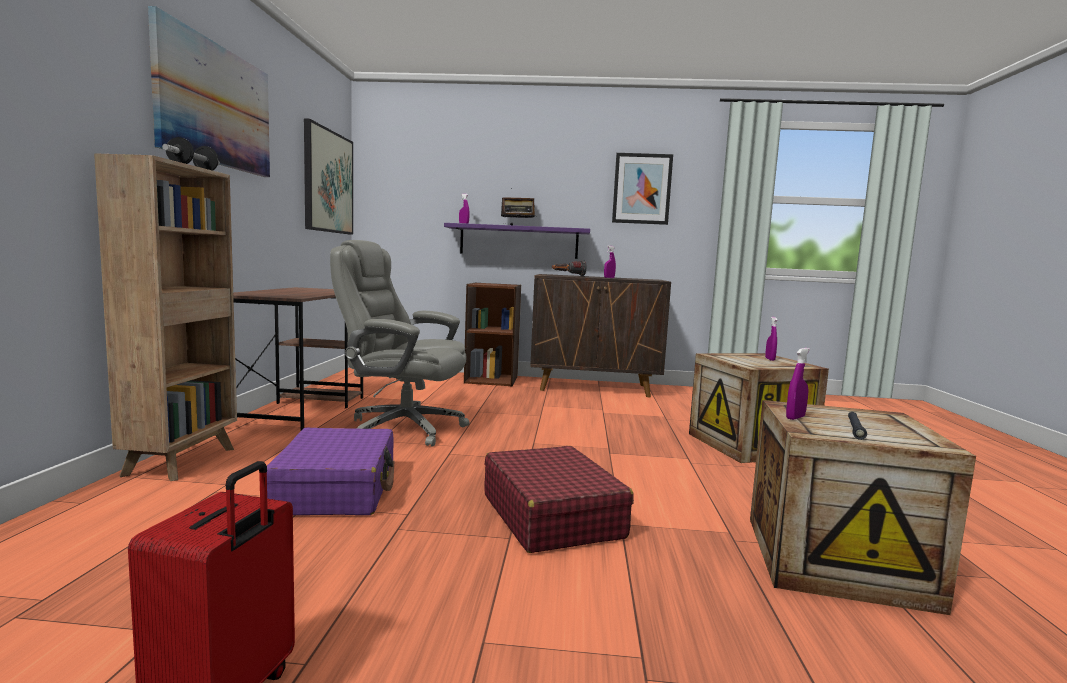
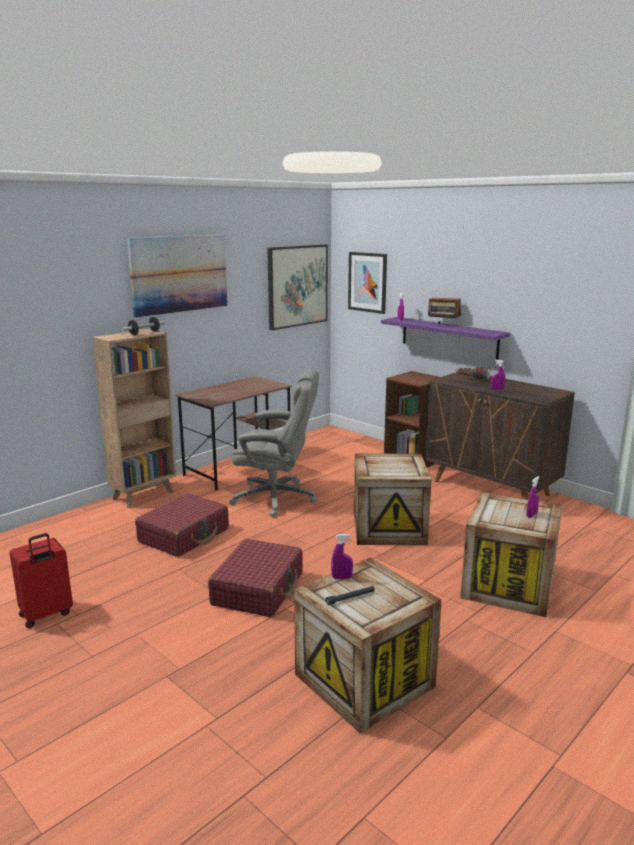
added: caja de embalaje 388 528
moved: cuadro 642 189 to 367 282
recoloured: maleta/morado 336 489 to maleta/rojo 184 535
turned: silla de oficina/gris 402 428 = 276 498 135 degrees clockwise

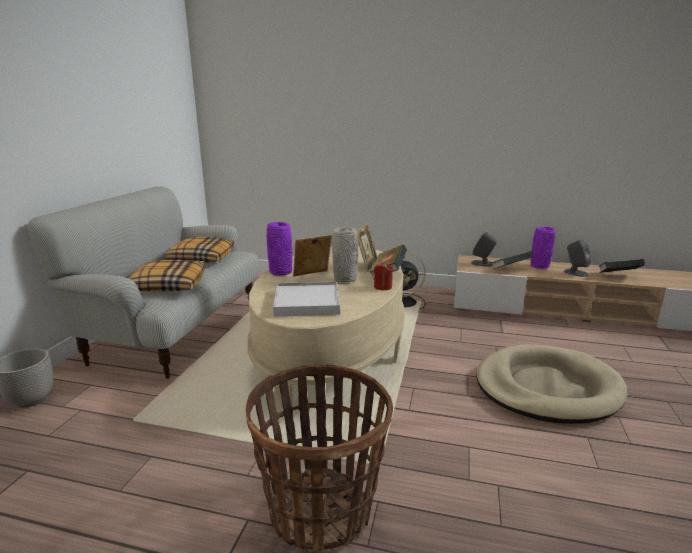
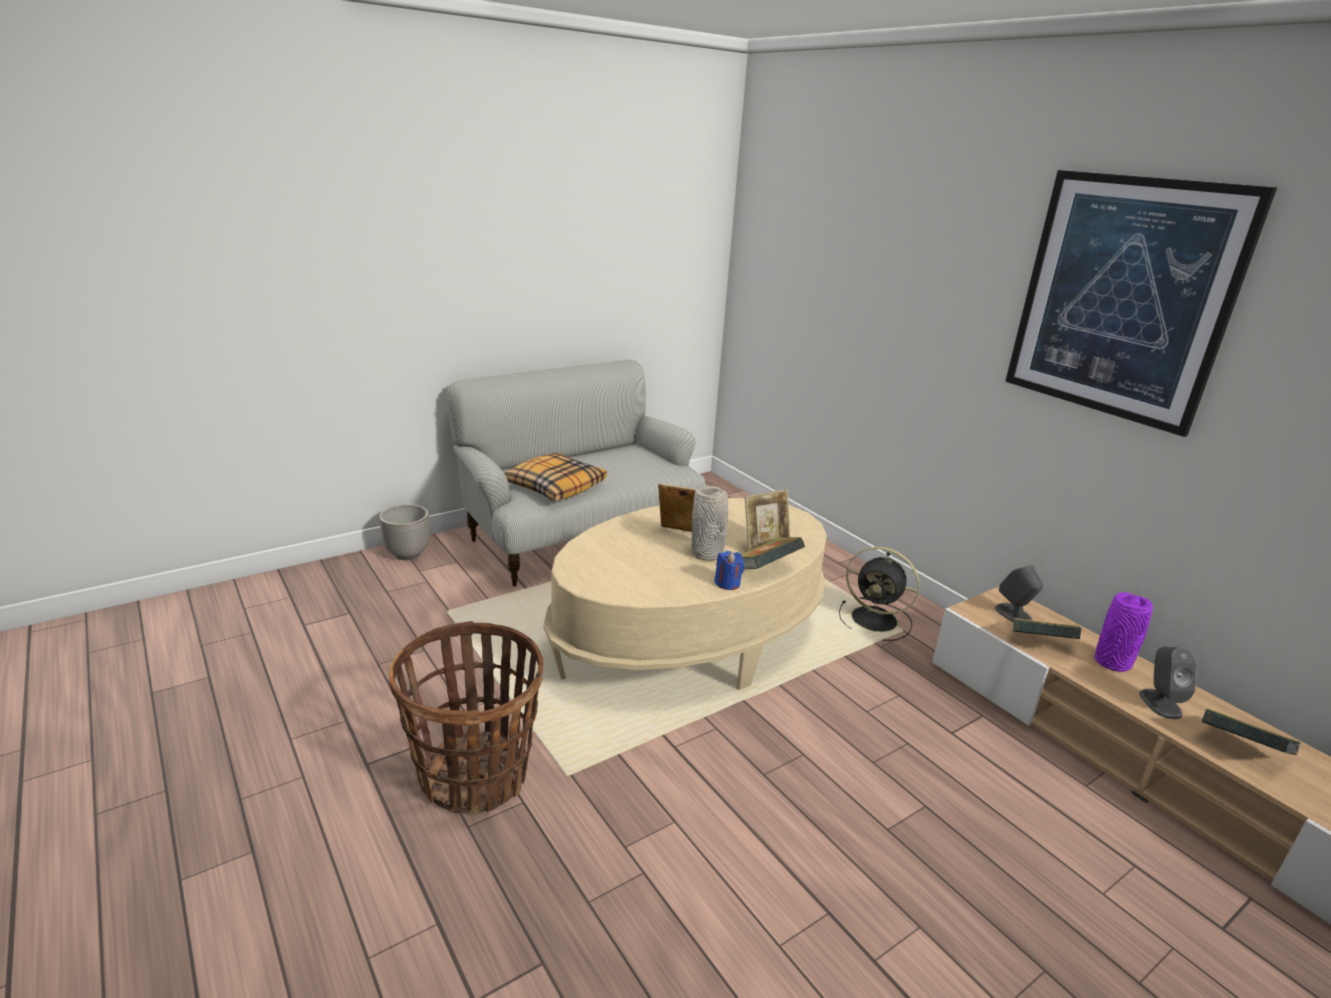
removed: cojín 201 258; florero/morado 281 272; bandeja/blanco 307 302; cama para perro/beis 546 388
added: cuadro 1122 298
recoloured: vela/rojo 383 287 to vela/azul 727 583

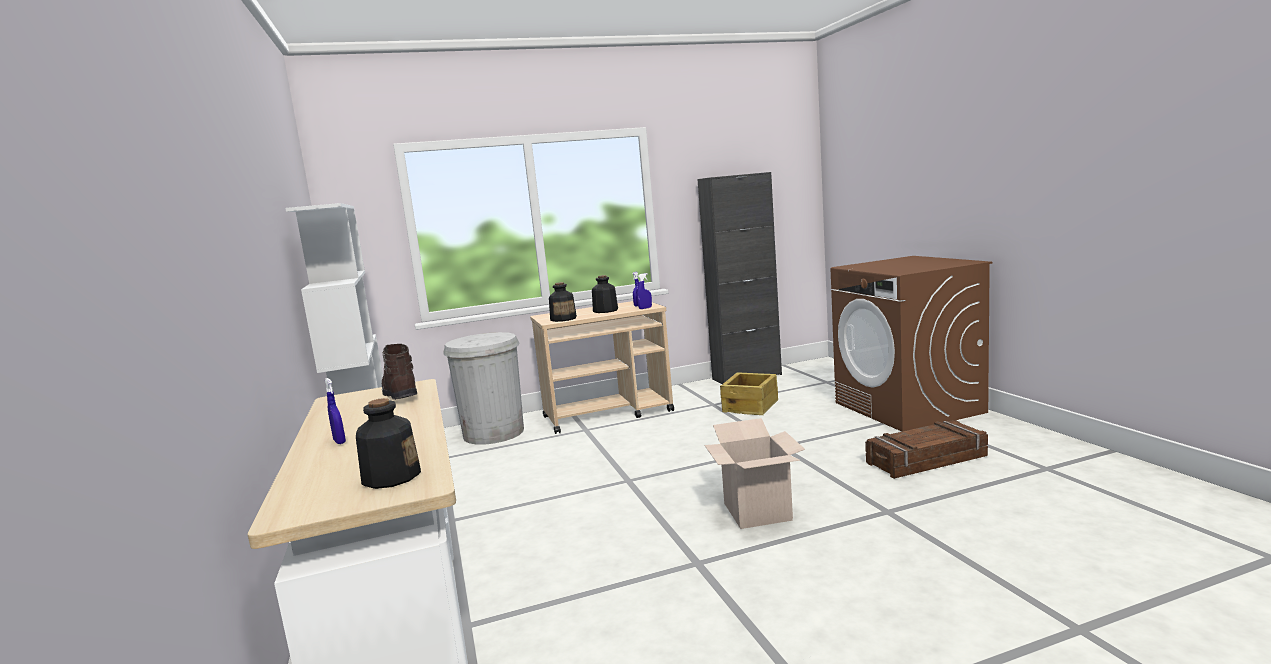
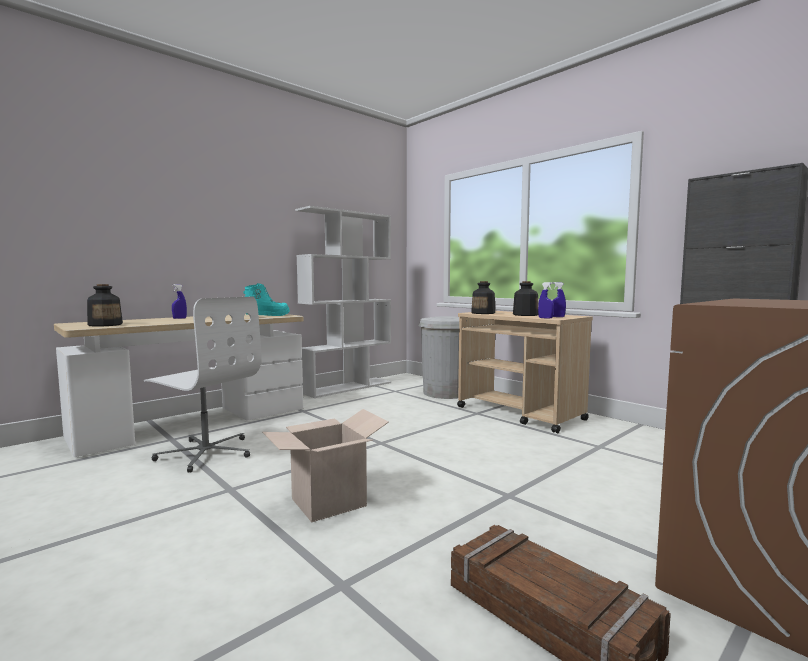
removed: caja de embalaje 751 406
added: silla de oficina/blanco 206 453
recoloured: bota/marrón 400 394 to bota/turquesa 267 316

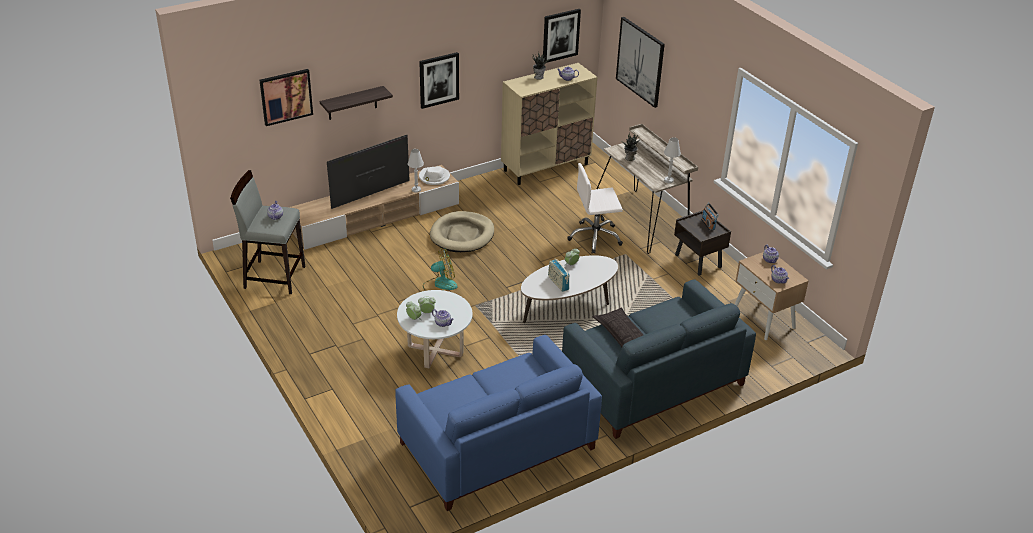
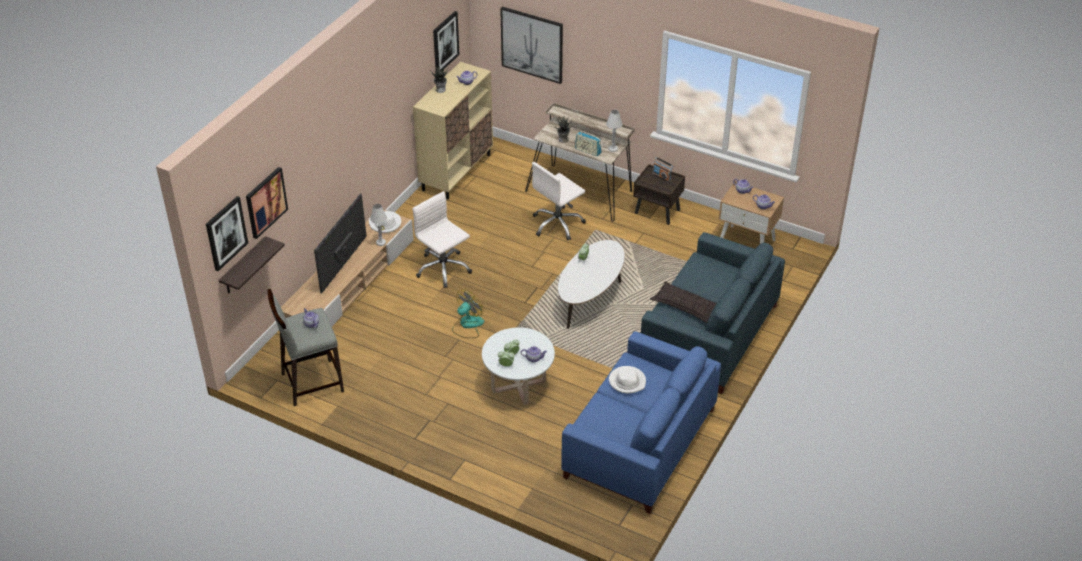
added: sombrero/blanco 627 381
moved: estante 352 103 to 243 267; cuadro 439 80 to 226 233; radio 558 283 to 588 151
replaced: cama para perro/beis 462 235 to silla de oficina/blanco 443 269

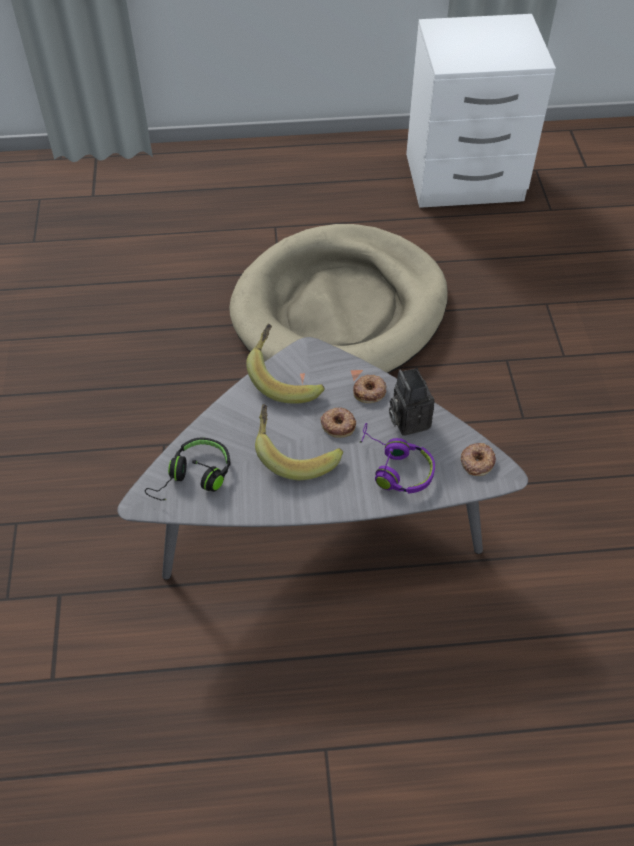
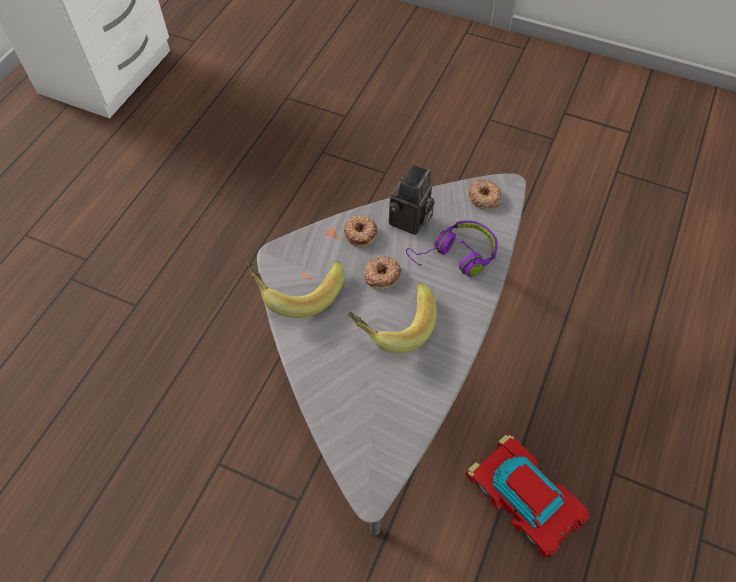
removed: auriculares/negro 193 478; cama para perro/beis 340 310
added: coche de juguete 523 498
turned: cámara 407 420 = 410 221 75 degrees counterclockwise

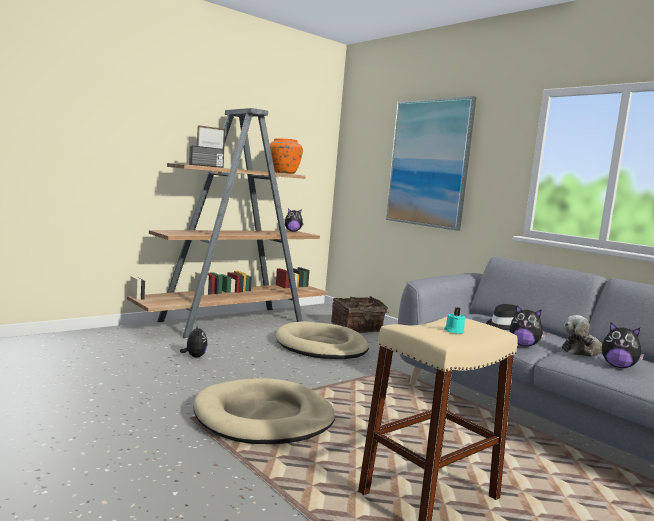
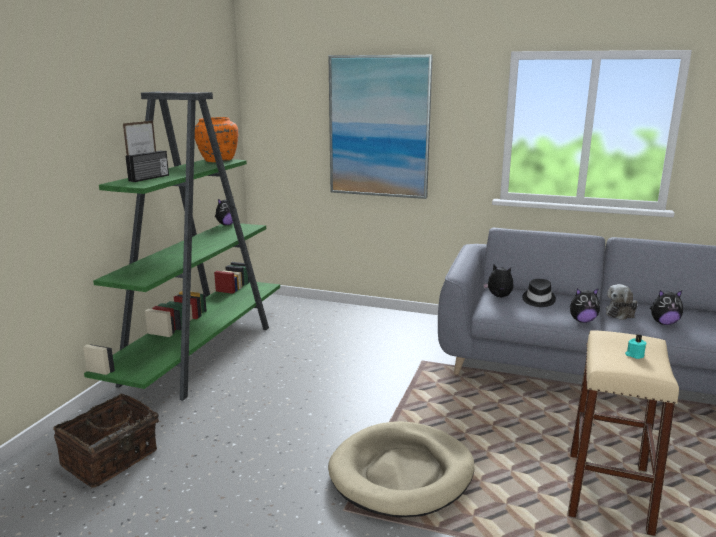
removed: cama para perro/beis 321 346
moved: peluche 194 356 to 498 297; cesta 357 328 to 112 459
recoloured: estantería/marrón 234 322 to estantería/verde 201 353

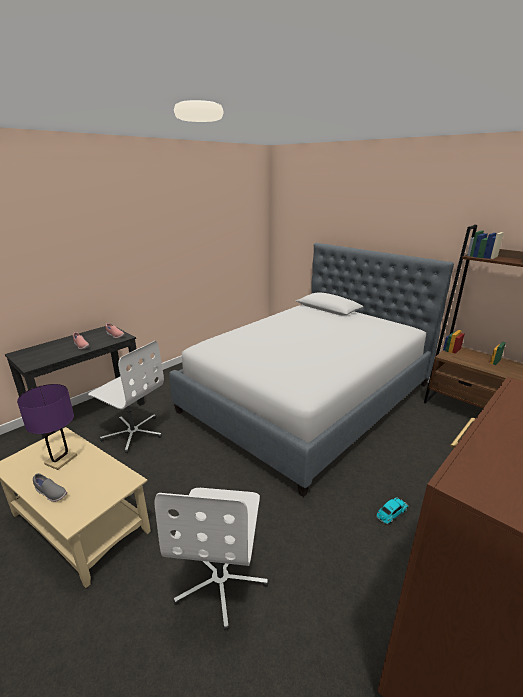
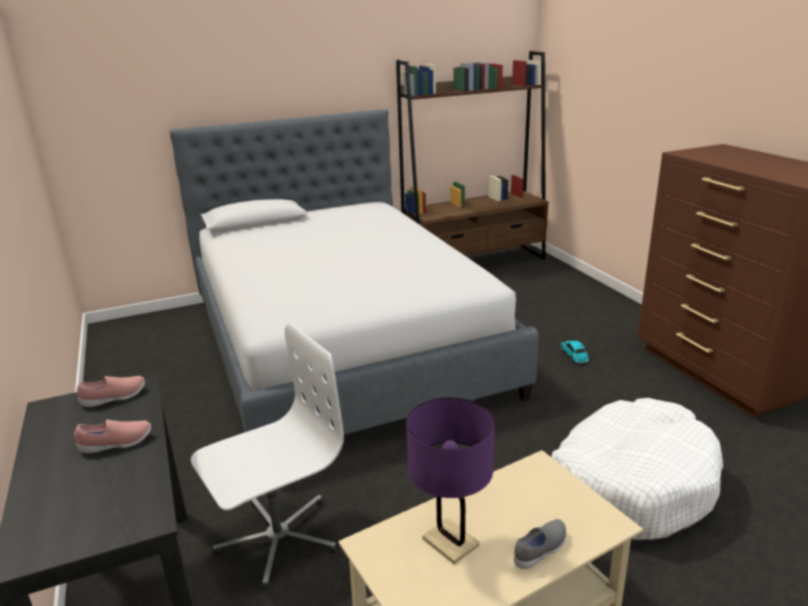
replaced: silla de oficina/blanco 221 580 to cama para perro/blanco 630 484

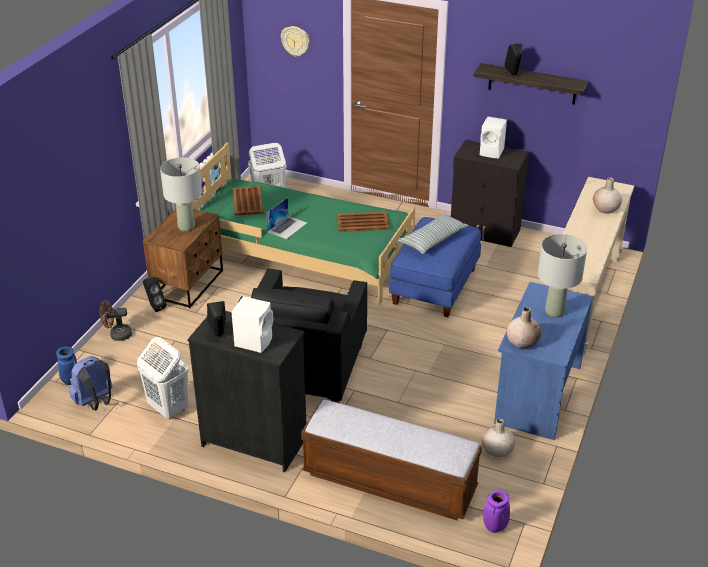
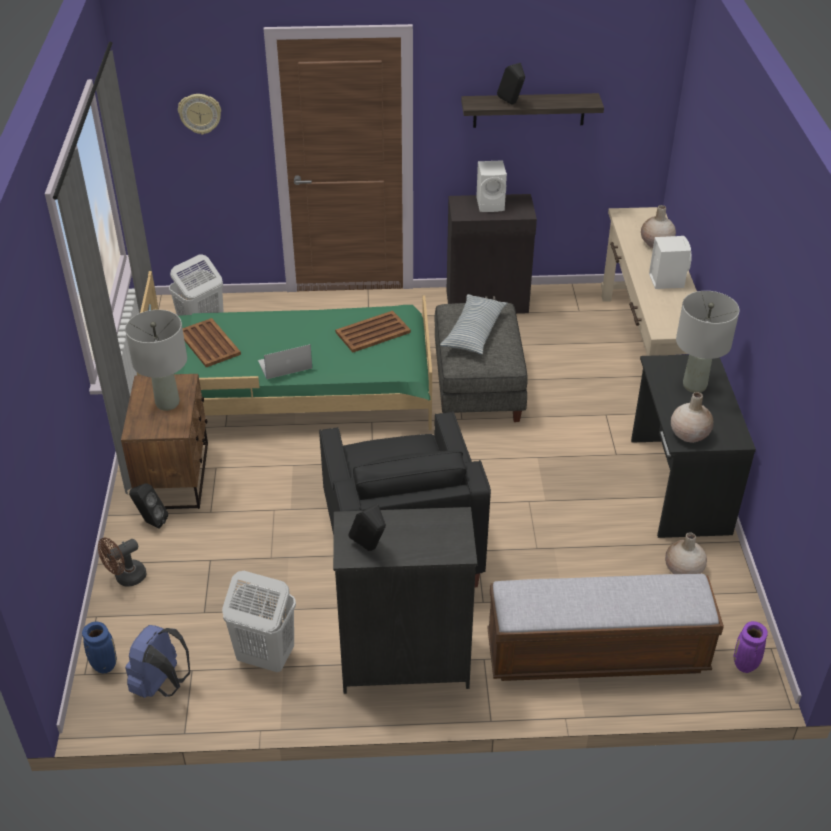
moved: altavoz/blanco 254 341 to 666 280
recoloured: puf/azul 434 285 to puf/gris 476 386; escritorio/azul 537 394 to escritorio/negro 677 486
turned: portátil 287 227 = 284 364 120 degrees counterclockwise

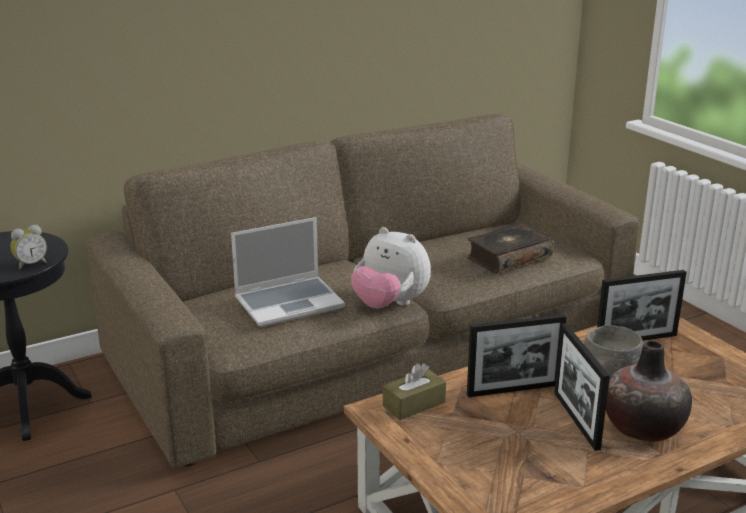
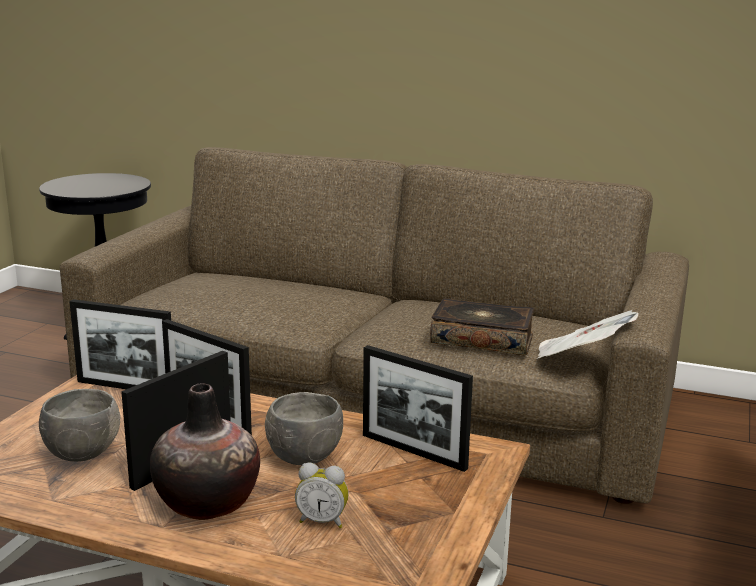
removed: portátil 290 302; peluche 390 305
added: cuenco/gris 82 454; periódico 580 359
moved: despertador 31 264 to 322 521
replaced: caja de pañuelos/marrón 414 404 to portarretratos 126 387

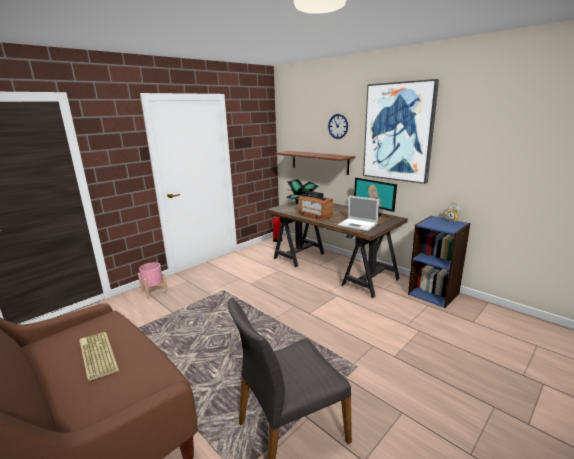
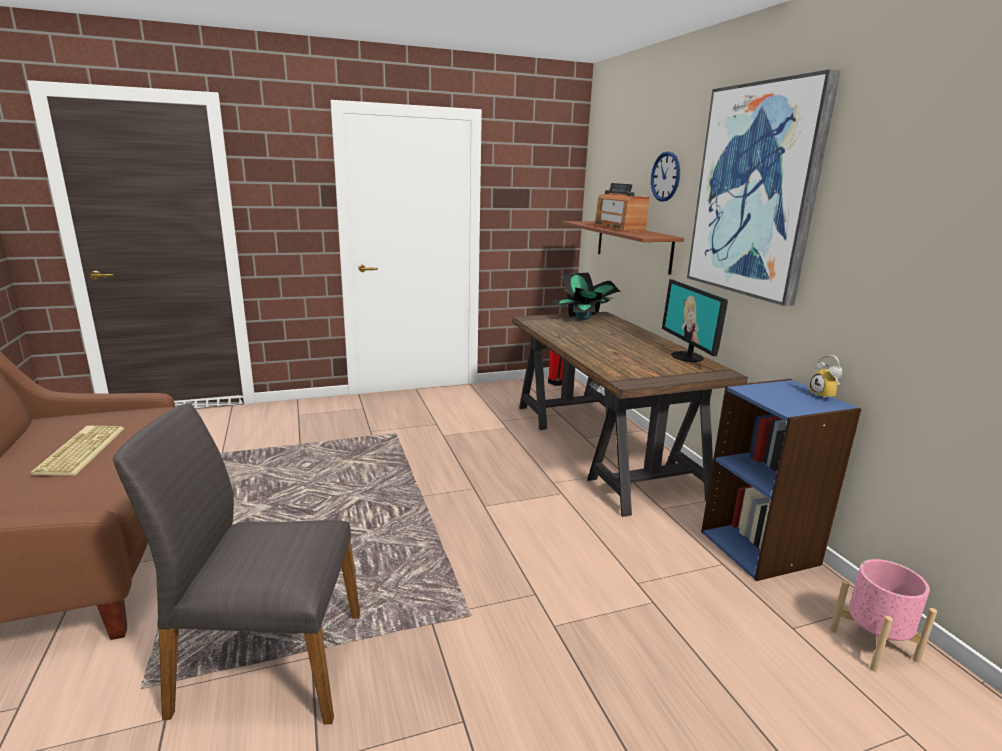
removed: portátil 358 225
moved: maceta/rosa 154 292 to 873 645; radio 314 215 to 618 228

